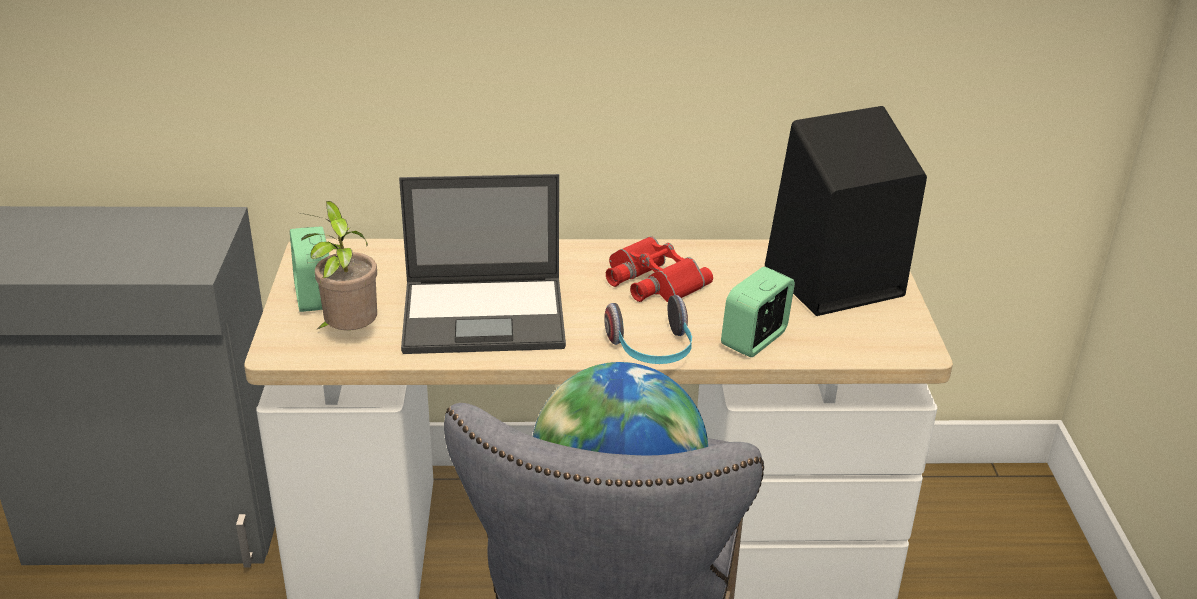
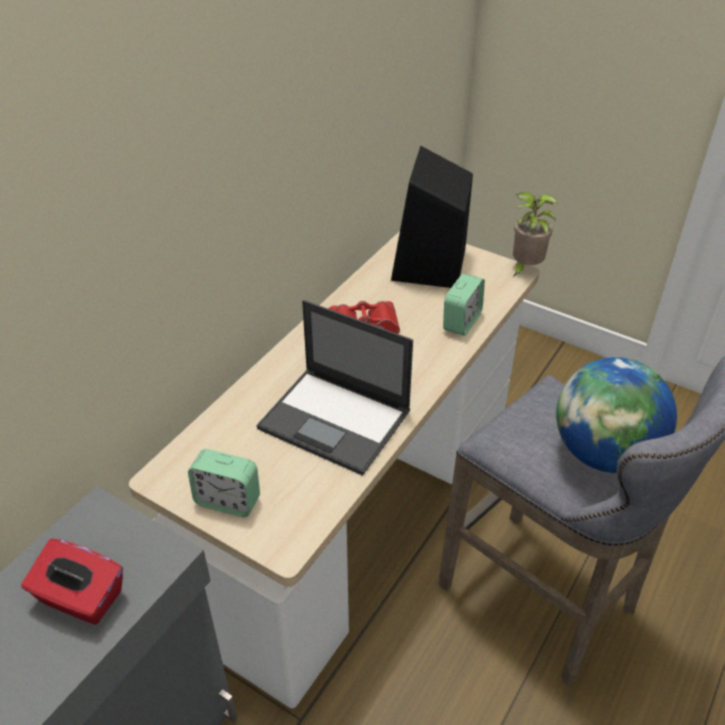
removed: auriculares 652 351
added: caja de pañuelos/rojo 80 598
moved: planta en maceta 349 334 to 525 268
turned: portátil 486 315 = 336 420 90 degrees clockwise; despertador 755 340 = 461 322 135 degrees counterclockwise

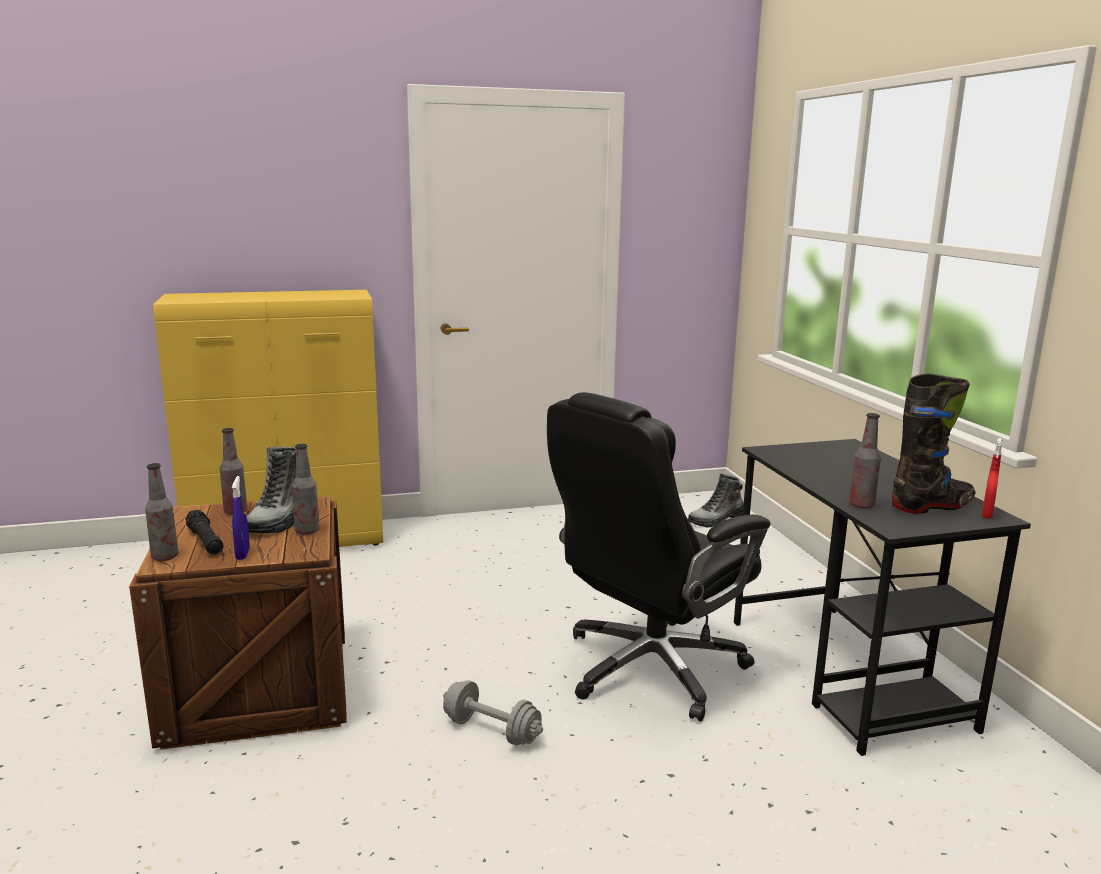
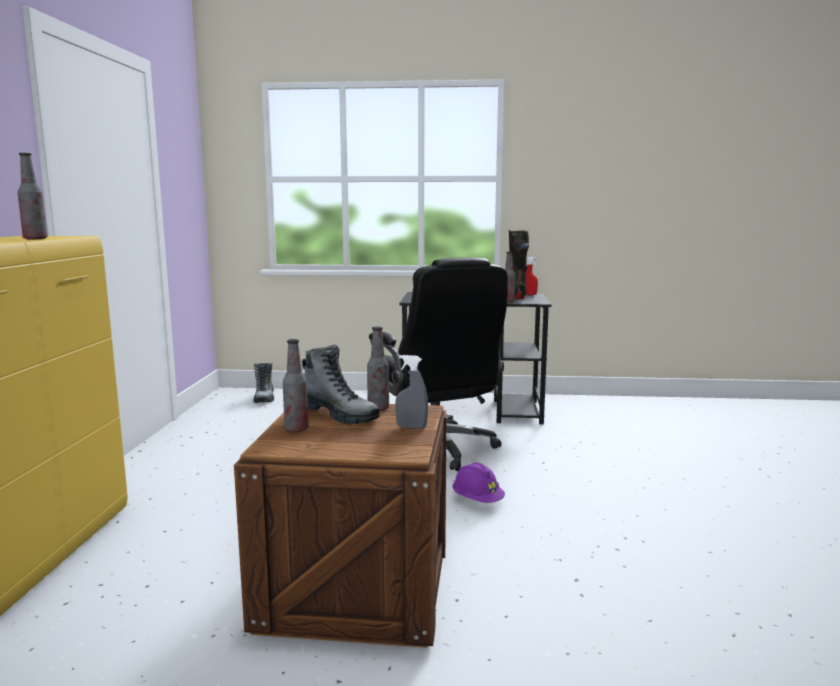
removed: linterna/negro 205 541
moved: botella 165 557 to 35 239
replaced: mancuerna/gris 491 730 to casco/morado 477 500
recoloured: pulverizador/azul 242 554 to pulverizador/gris 411 427

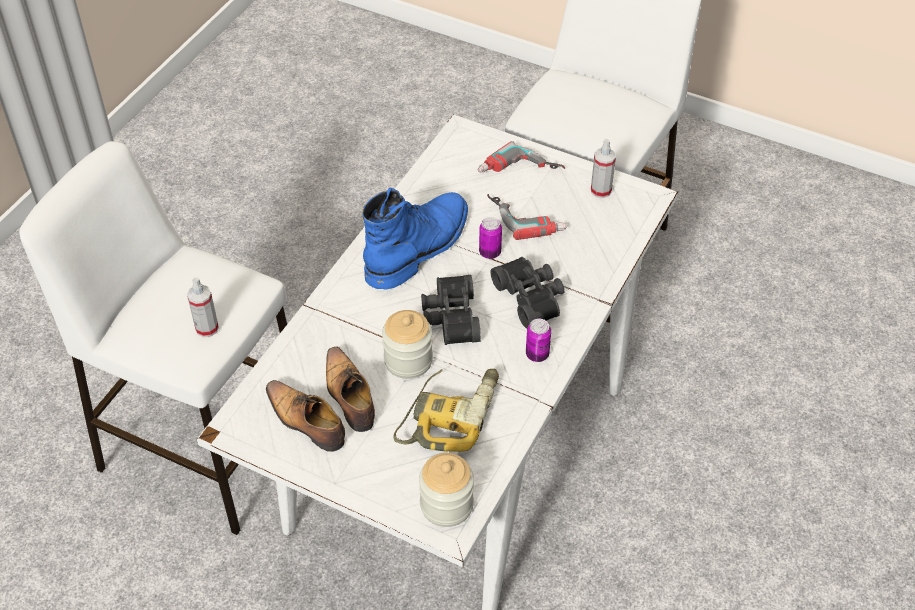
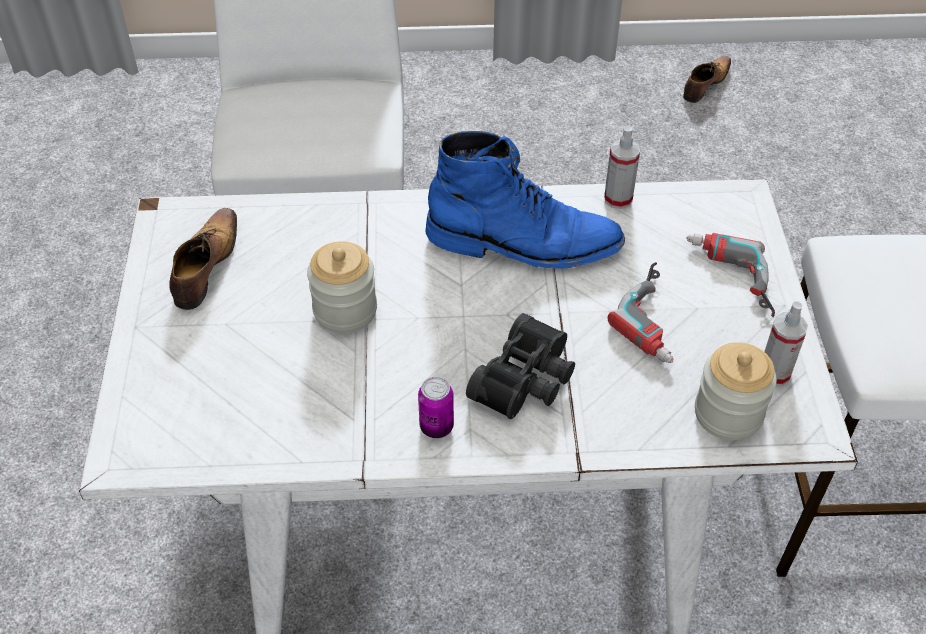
removed: taladro 449 414; prismáticos/negro 449 318; lata 490 252
moved: pulverizador 207 328 to 618 199; zapato 349 395 to 705 84; tarro 446 505 to 728 413

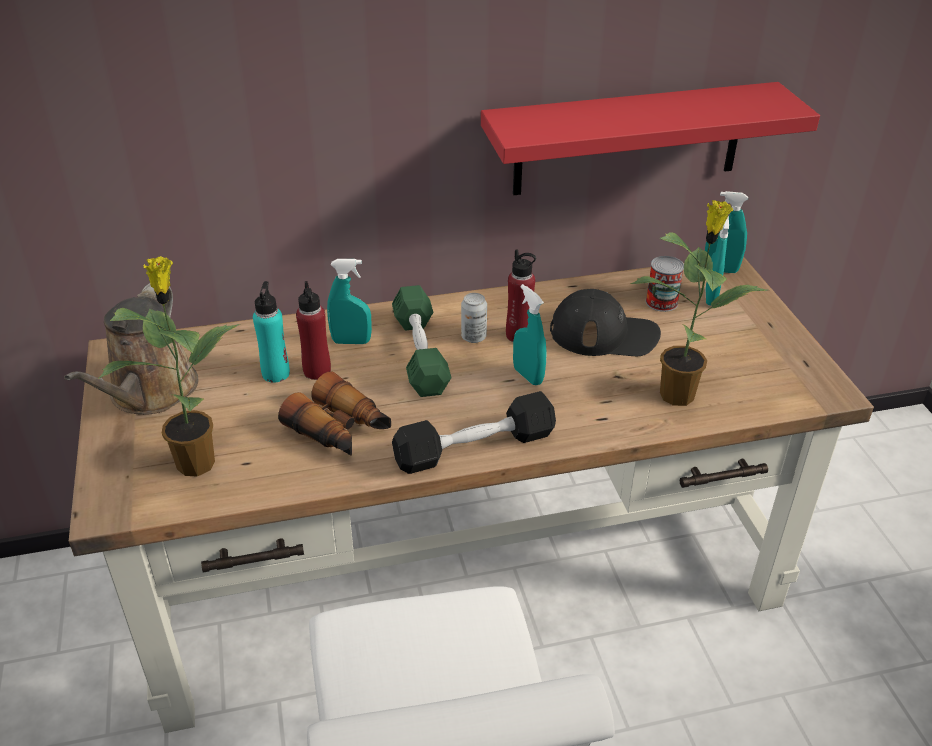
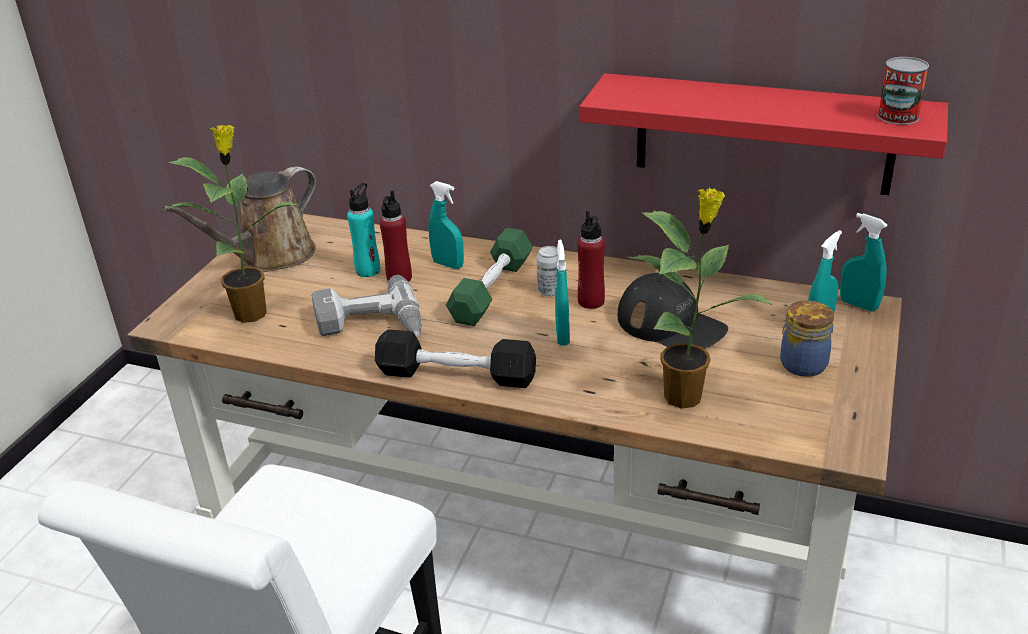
added: tarro 801 363
moved: lata 661 302 to 898 117
replaced: prismáticos 340 430 to taladro 370 326

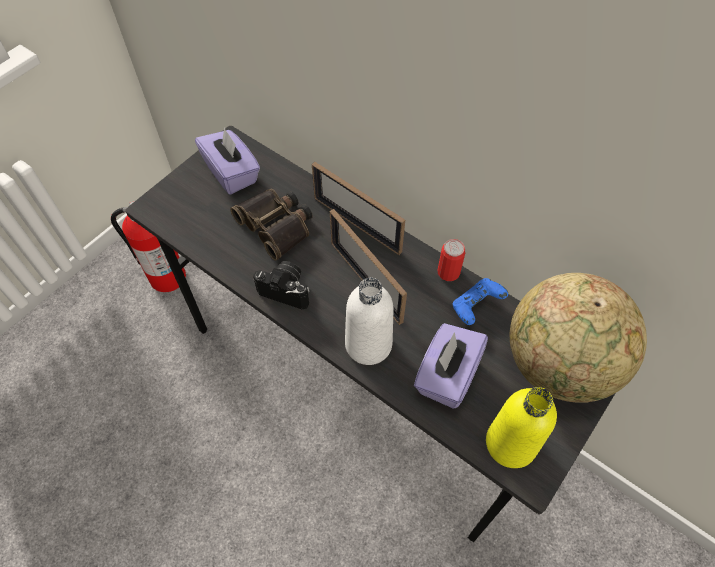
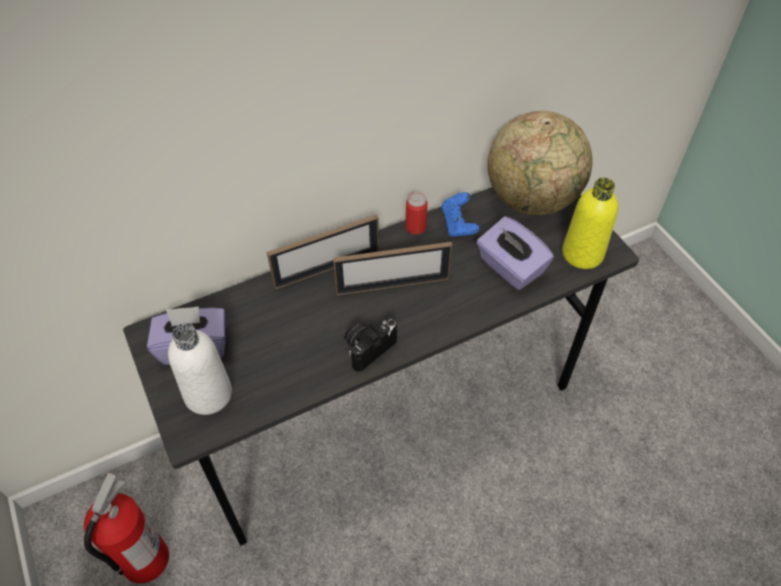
removed: prismáticos 277 225
moved: botella/blanco 368 344 to 208 394

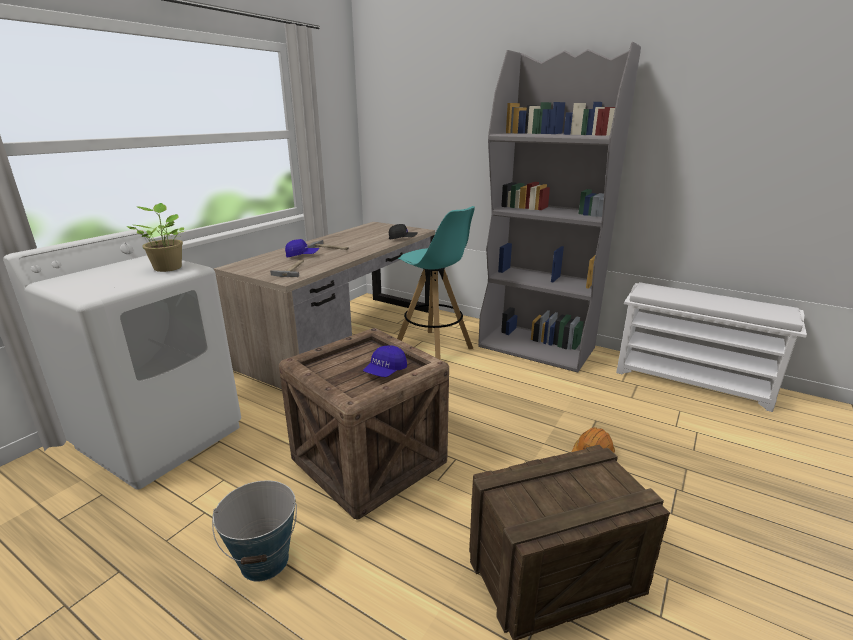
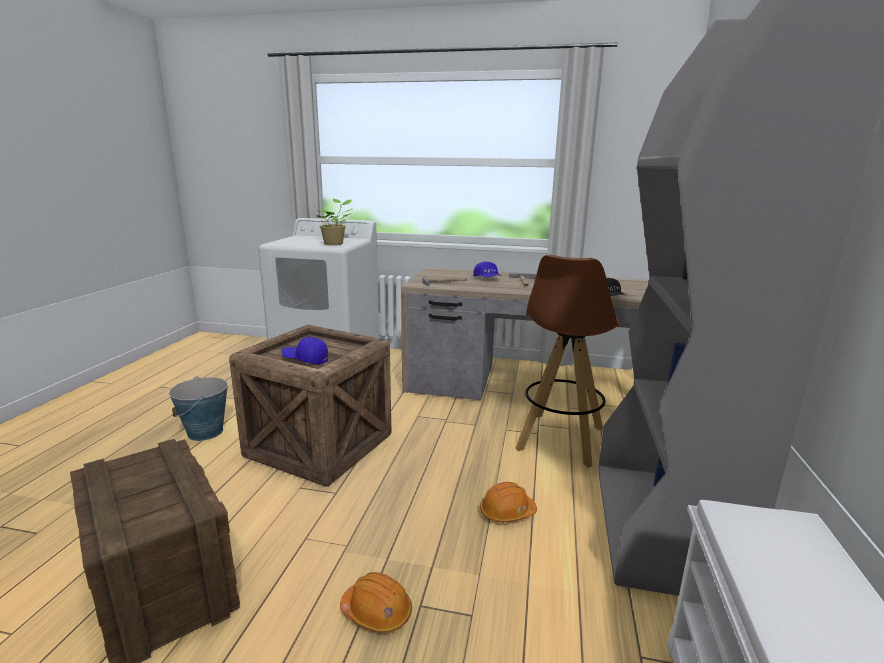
added: casco/naranja 507 512
recoloured: taburete/turquesa 434 348 to taburete/marrón 560 439

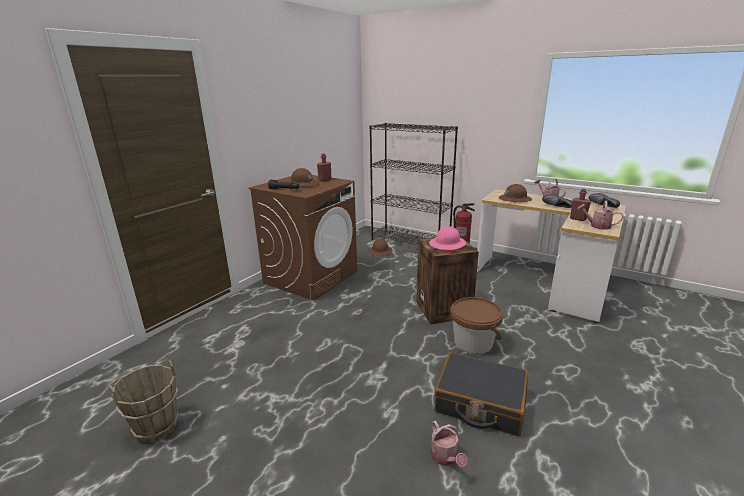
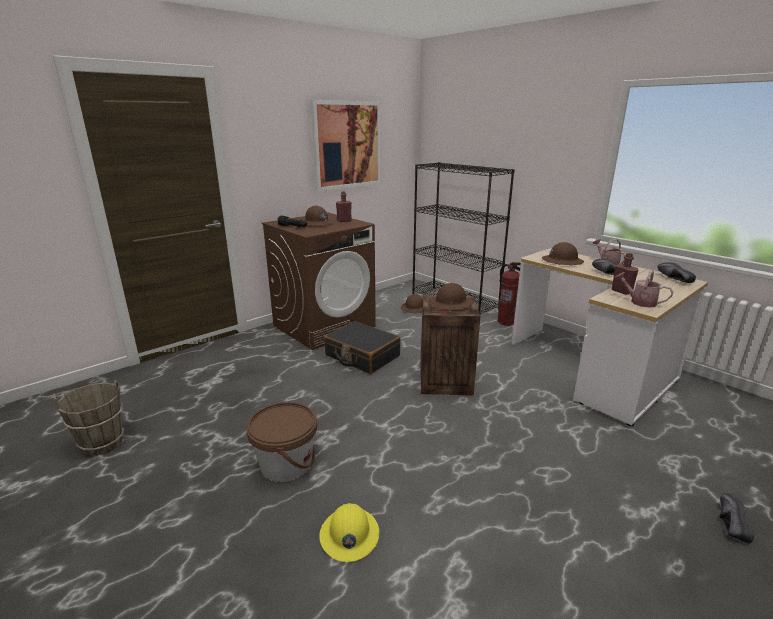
added: cuadro 347 145; zapato/negro 727 523
moved: maleta/negro 480 403 to 362 356; cubo/marrón 473 342 to 286 463
replaced: regadera 445 458 to casco/amarillo 349 535
recoloured: casco/rosa 447 244 to casco/marrón 451 304

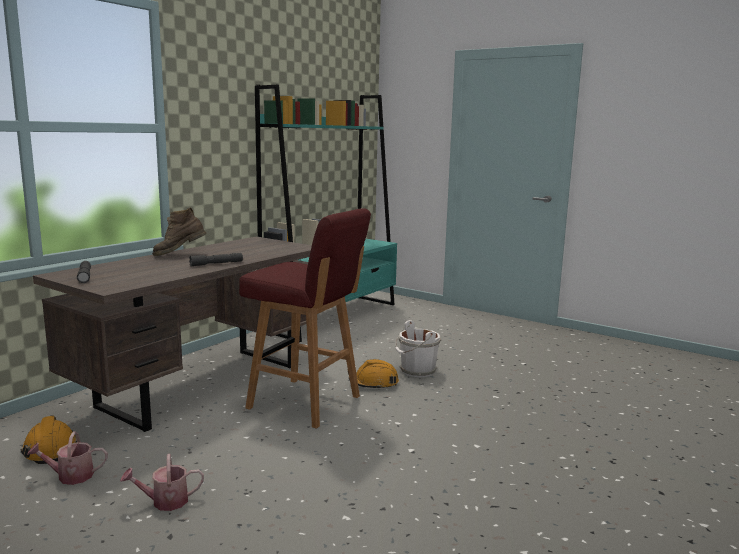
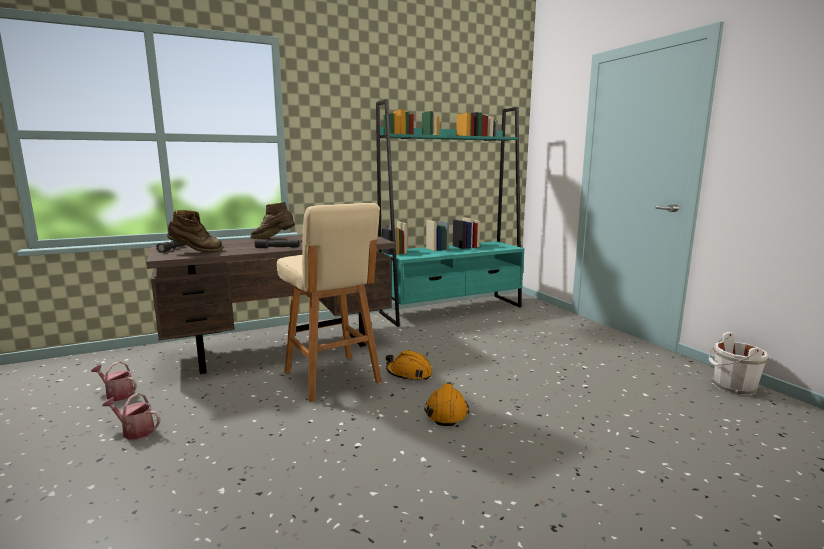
added: bota/marrón 196 252
moved: casco/naranja 50 449 to 446 412; cubo/blanco 416 371 to 732 387
recoloured: taburete/rojo 306 403 to taburete/beis 332 378

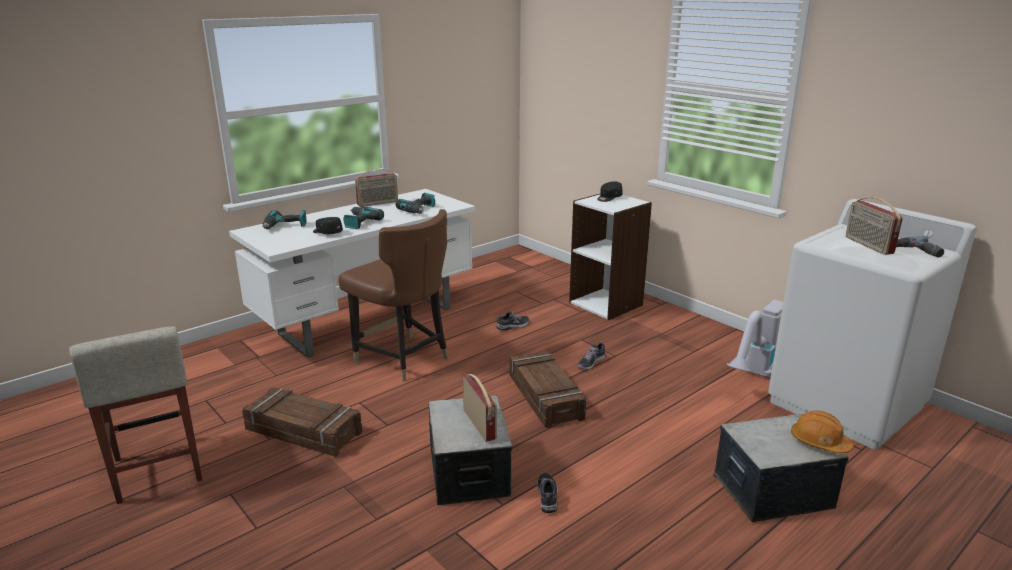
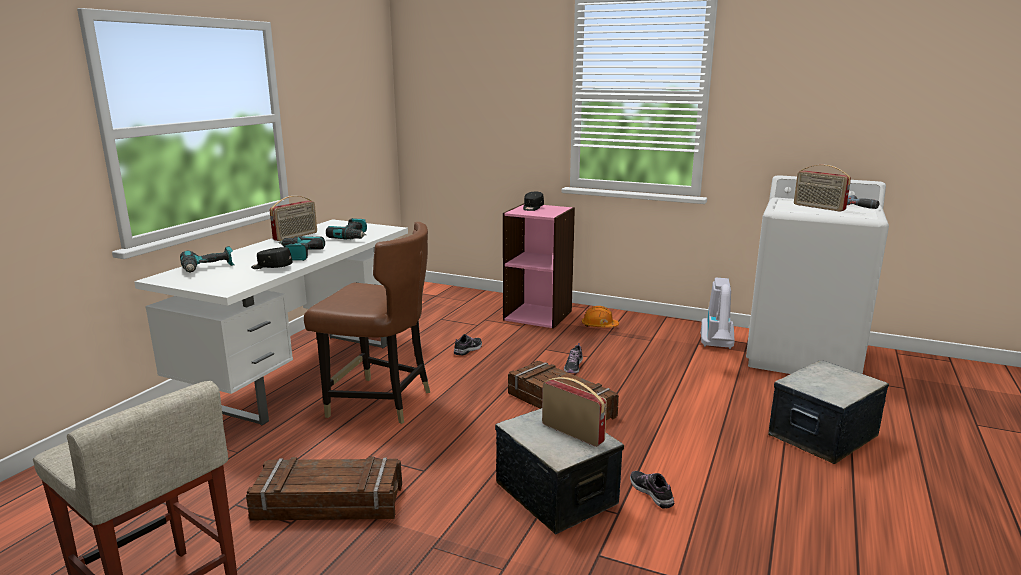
moved: casco/naranja 819 442 to 599 326
recoloured: estantería/blanco 606 303 to estantería/rosa 538 315

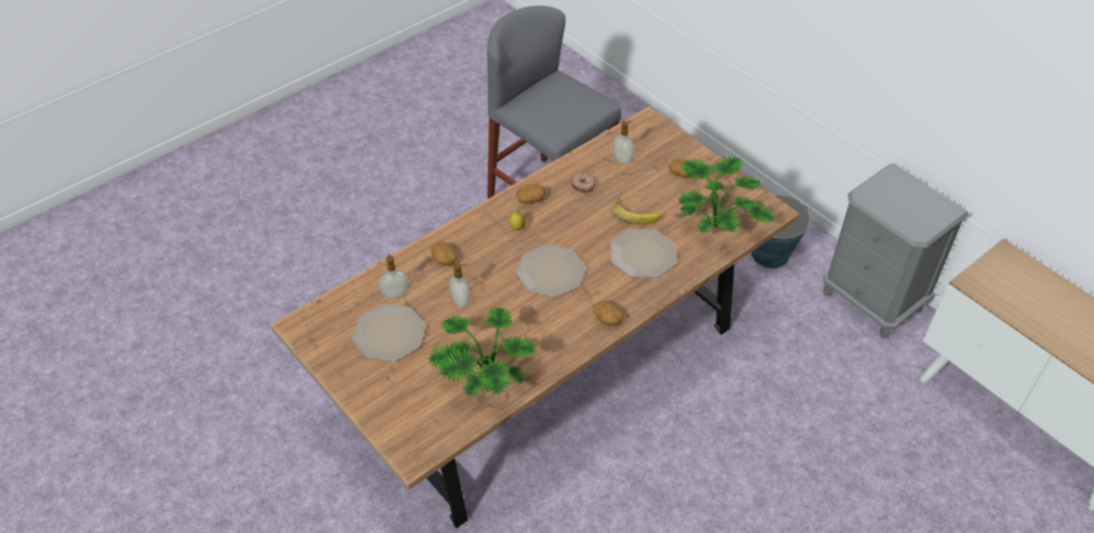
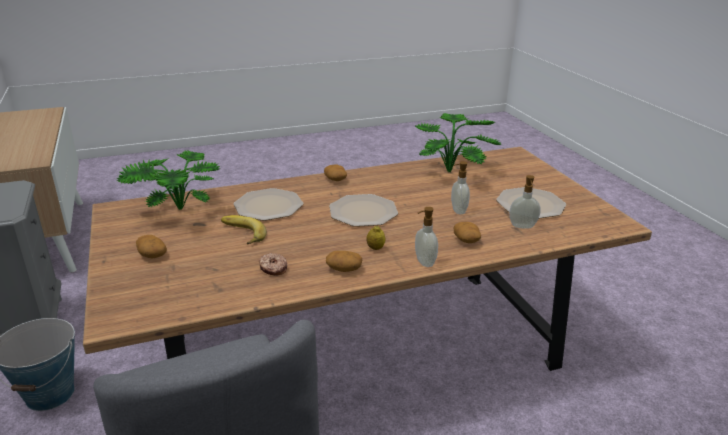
moved: dispensador de jabón 623 159 to 424 262

